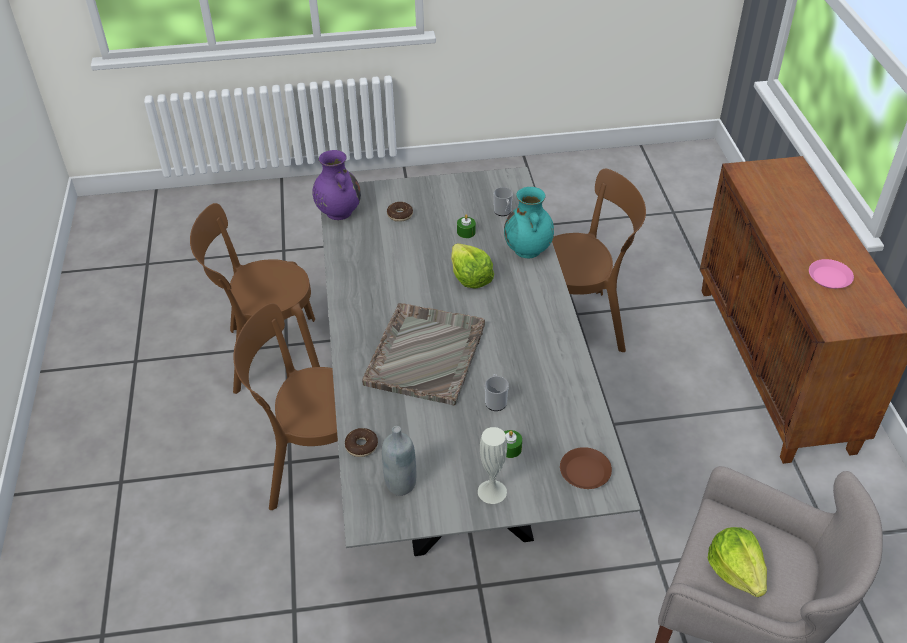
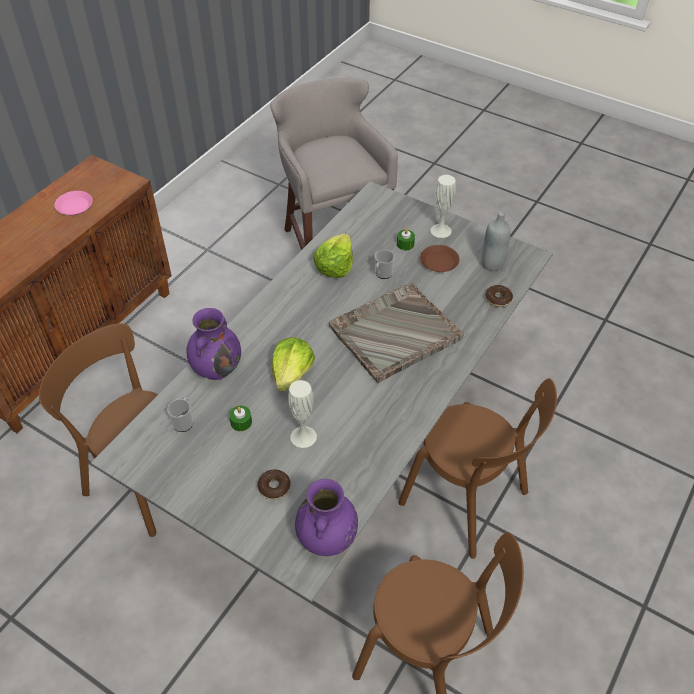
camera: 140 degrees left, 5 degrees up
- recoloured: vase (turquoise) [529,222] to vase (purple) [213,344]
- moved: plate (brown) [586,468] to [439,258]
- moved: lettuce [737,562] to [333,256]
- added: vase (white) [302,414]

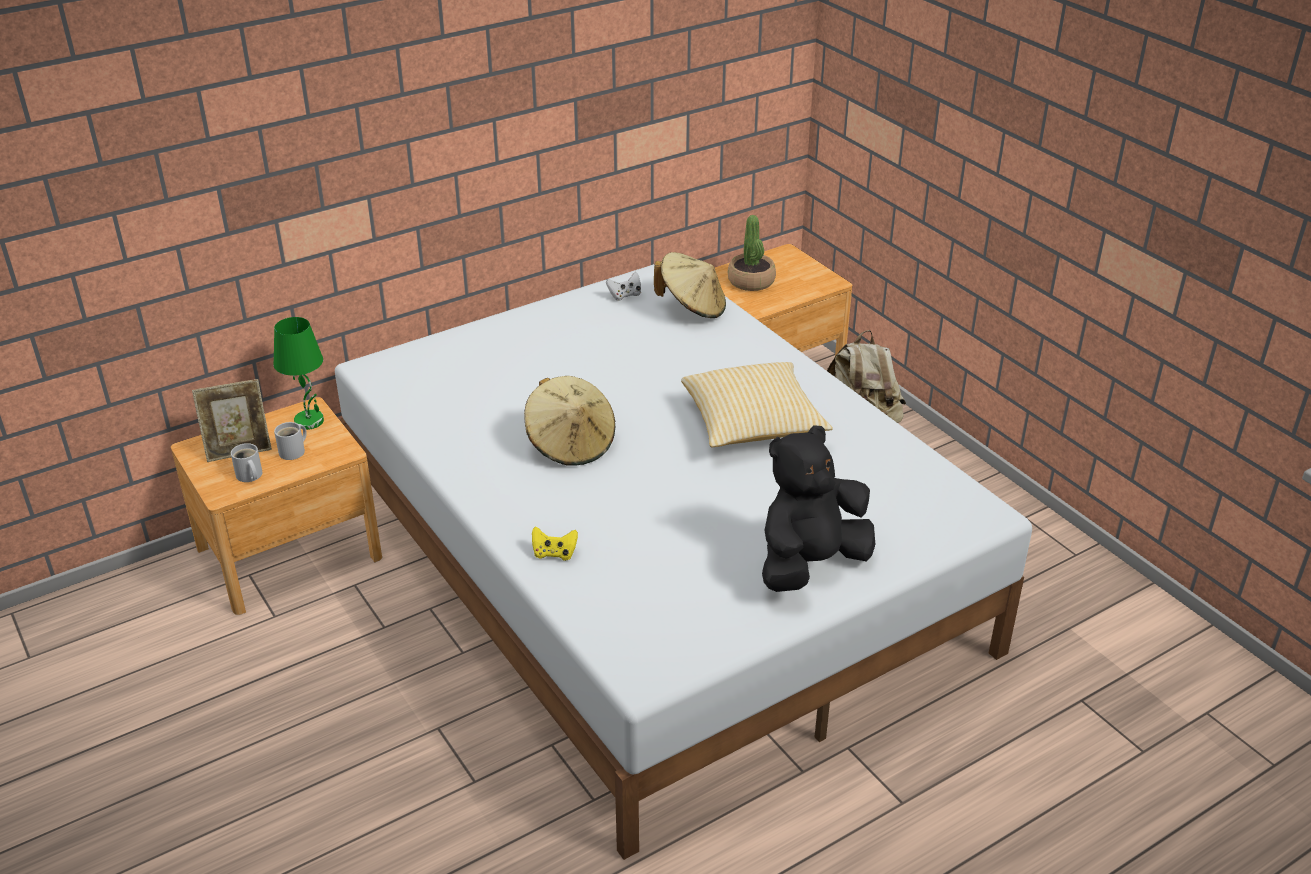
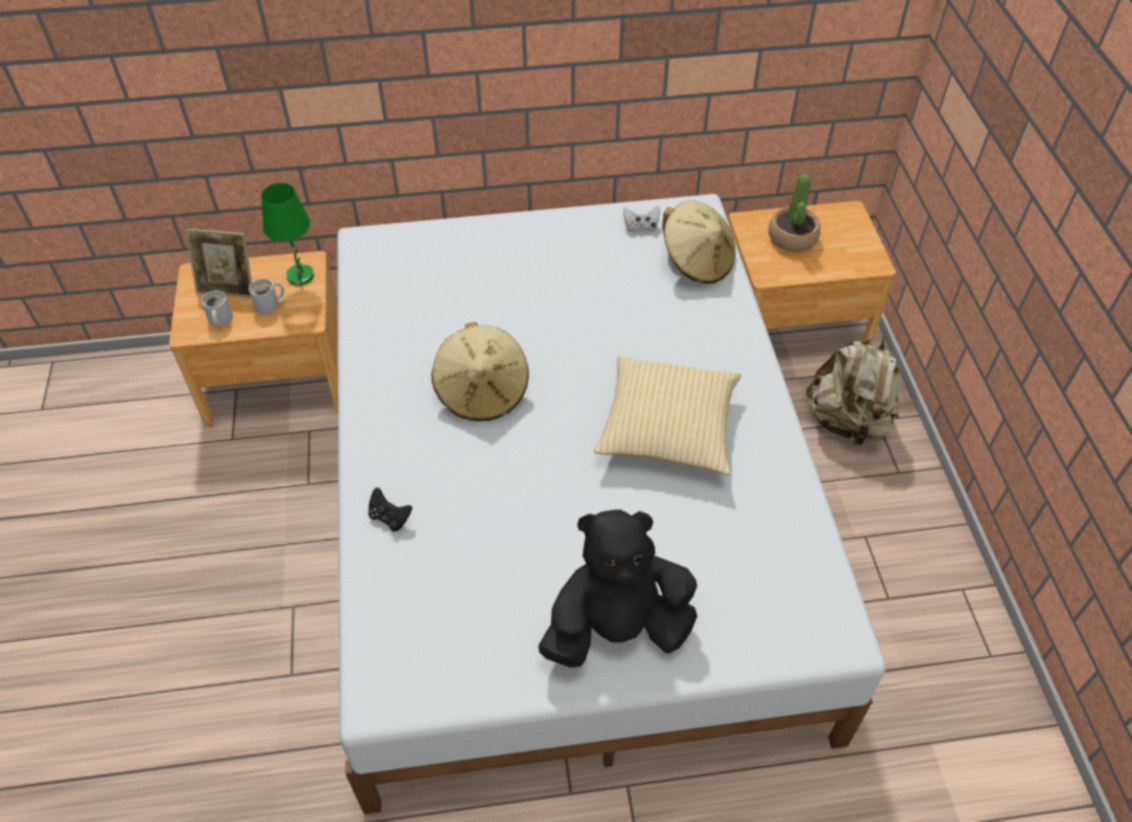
camera: 25 degrees right, 15 degrees up
- recoloured: game controller (yellow) [555,544] to game controller (black) [390,509]

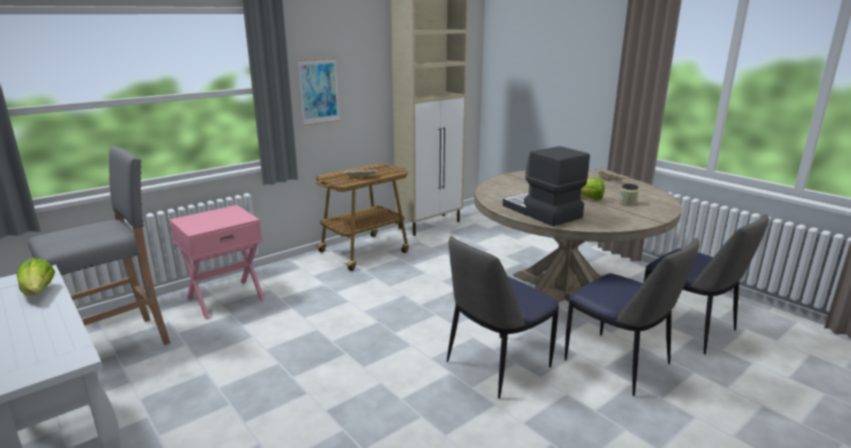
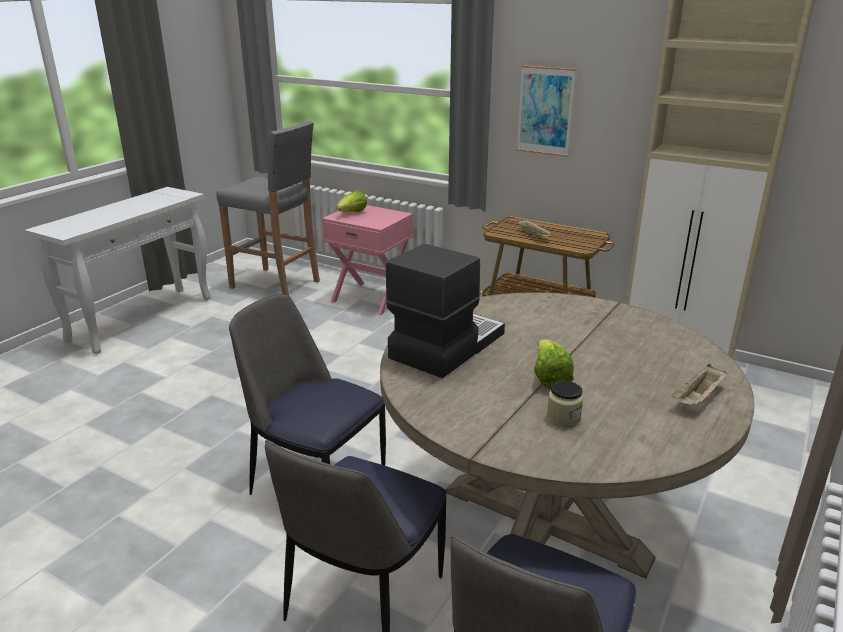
camera: 70 degrees right, 5 degrees up
- moved: lettuce [36,277] to [352,201]

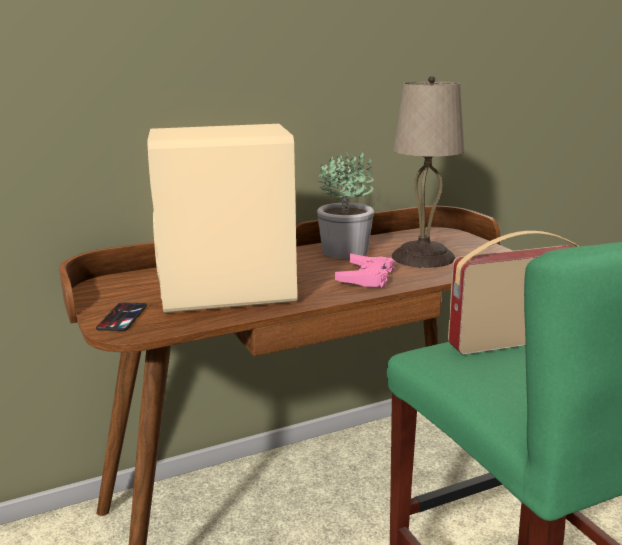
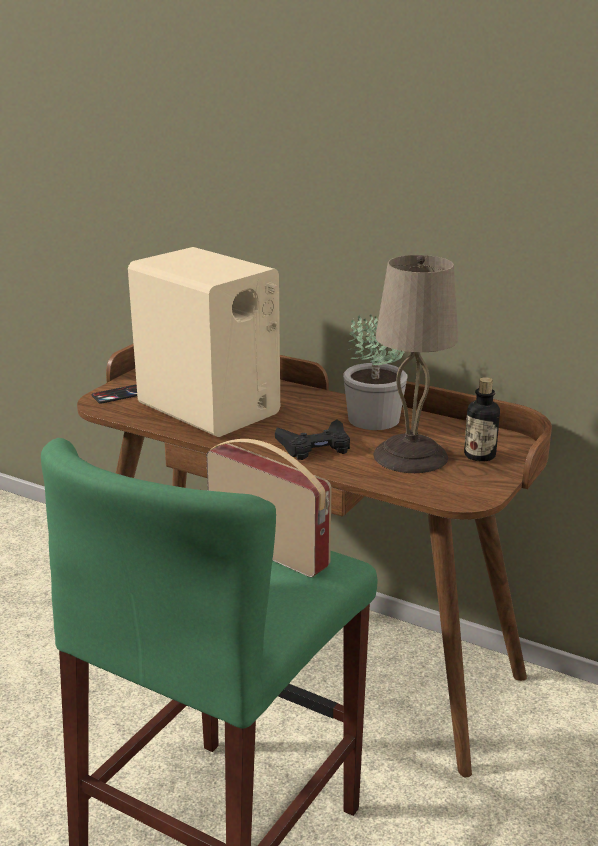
camera: 55 degrees right, 5 degrees up
- recoloured: game controller (pink) [365,270] to game controller (black) [312,439]
- added: bottle [482,419]

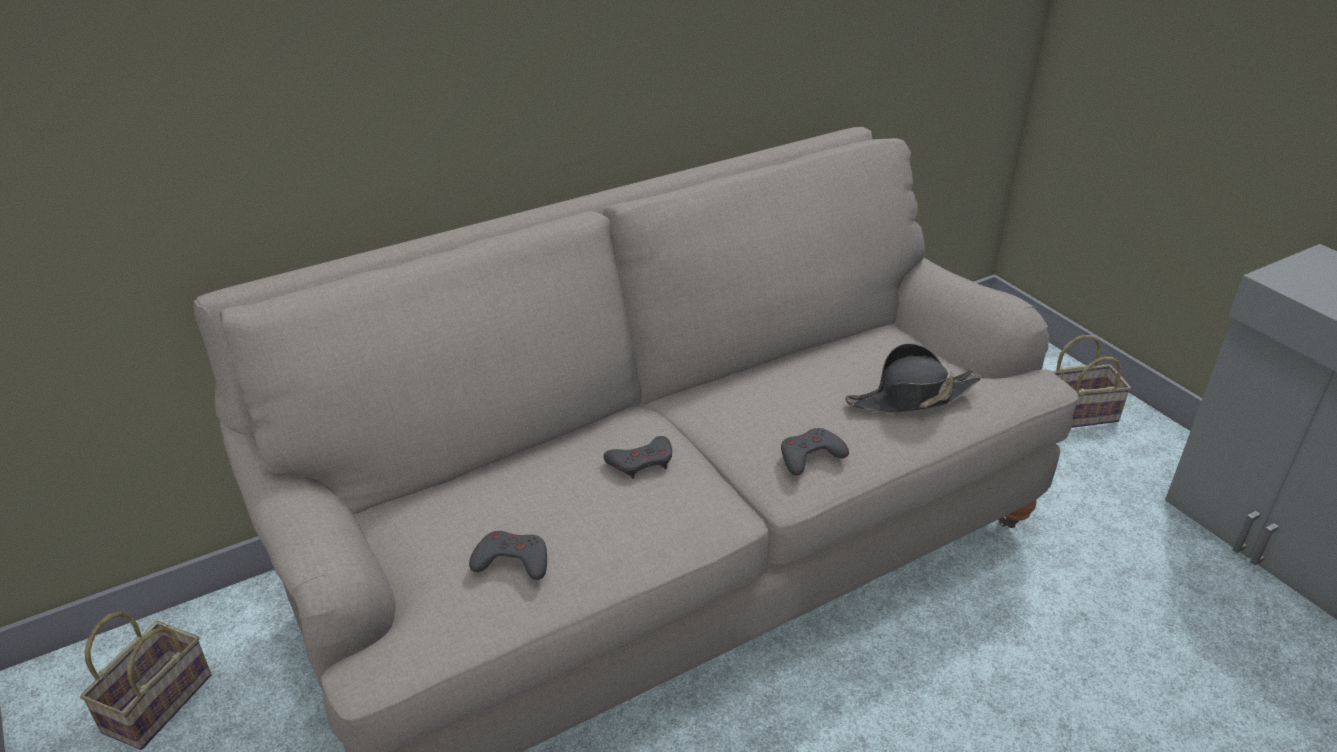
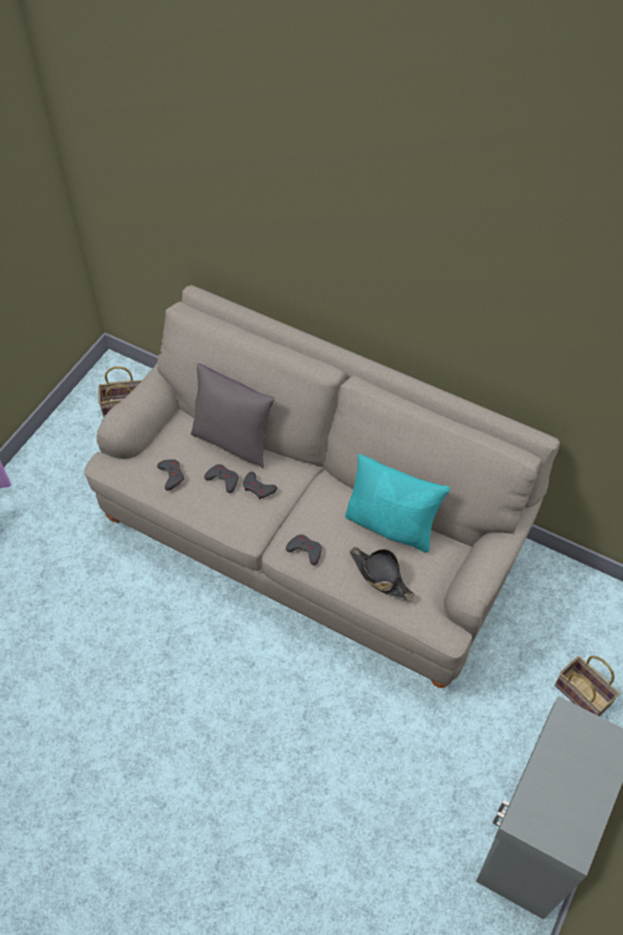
camera: 60 degrees right, 20 degrees up
- added: pillow (grey) [233,415]
- added: pillow (turquoise) [397,503]
- added: game controller (grey) [221,478]

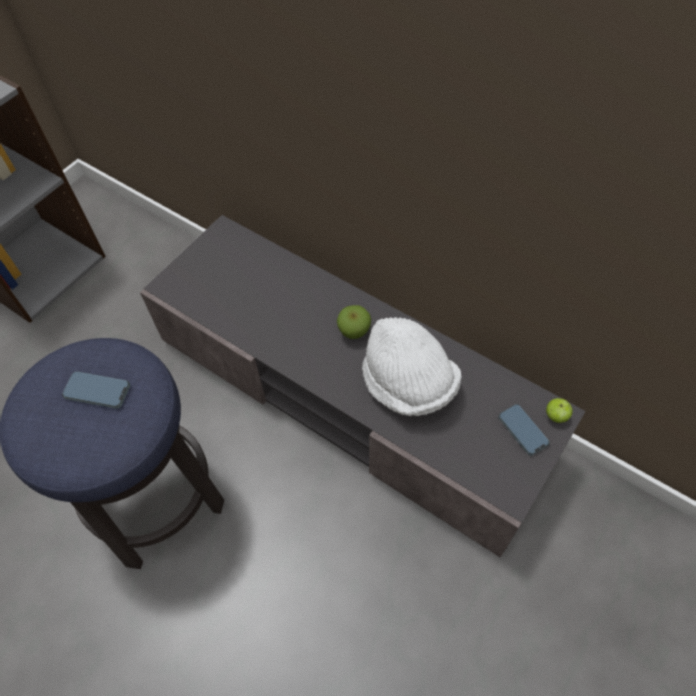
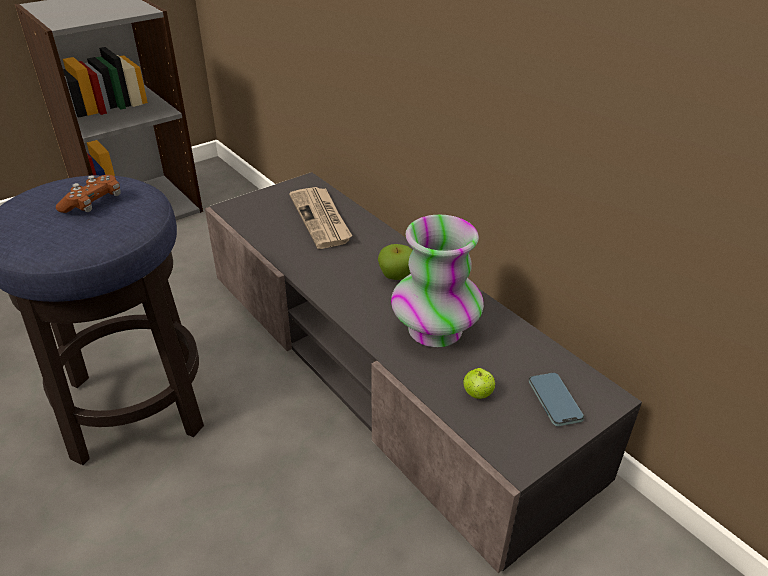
camera: 15 degrees right, 20 degrees down
- replaced: hat (white) [412,366] to vase [437,281]
- replaced: phone [96,390] to game controller (brown) [88,194]
- moved: apple [559,410] to [479,383]
- added: newspaper [320,218]

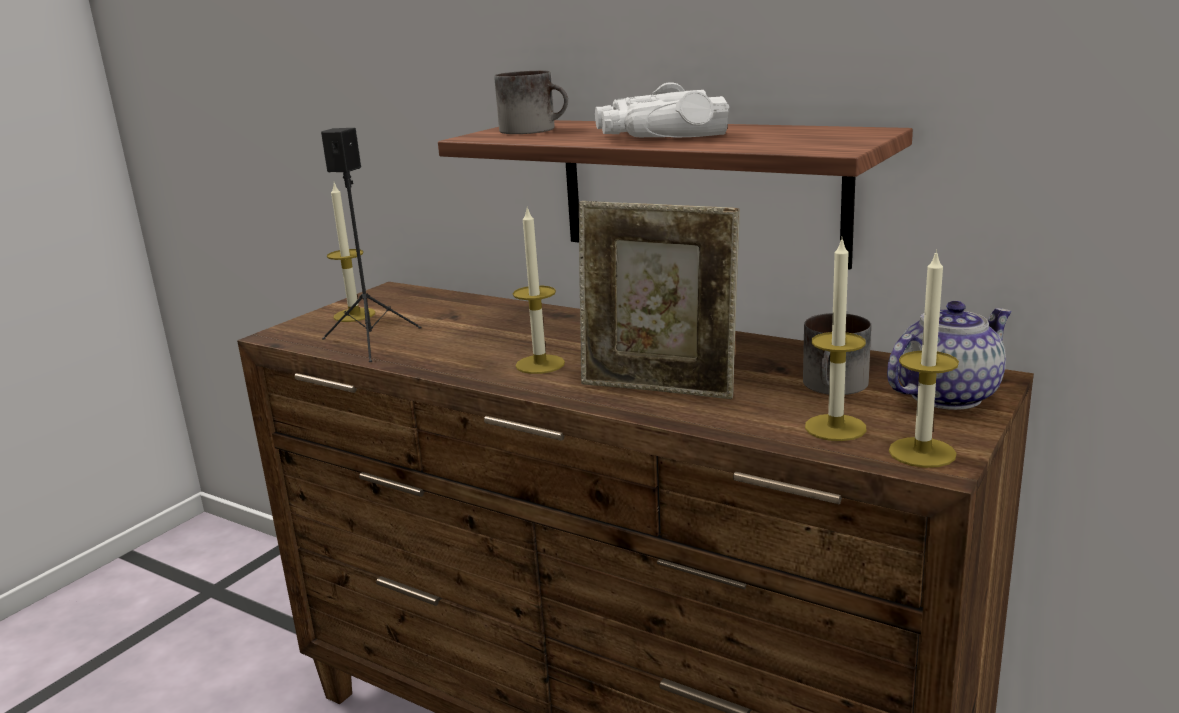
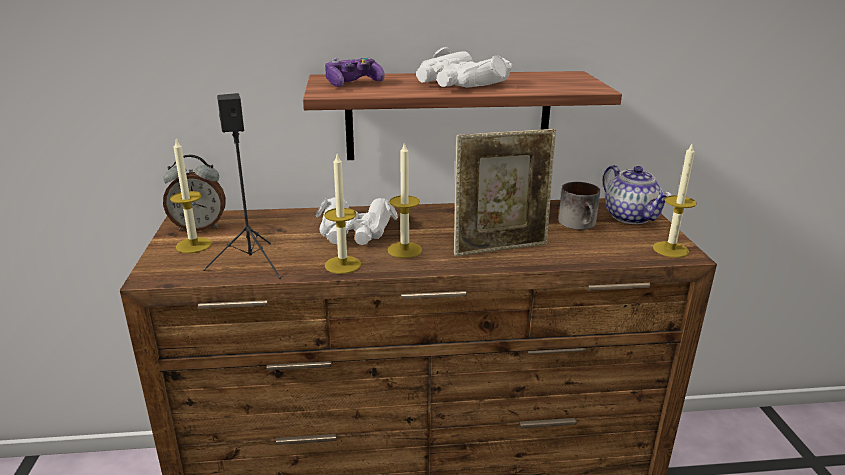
camera: 40 degrees left, 5 degrees up
- replaced: mug [531,102] to game controller [355,72]
- moved: candle [835,340] to [342,214]
- turned: teapot [949,355] = [637,194] 135 degrees clockwise
- added: alarm clock [194,193]
- added: binoculars (white) [356,221]

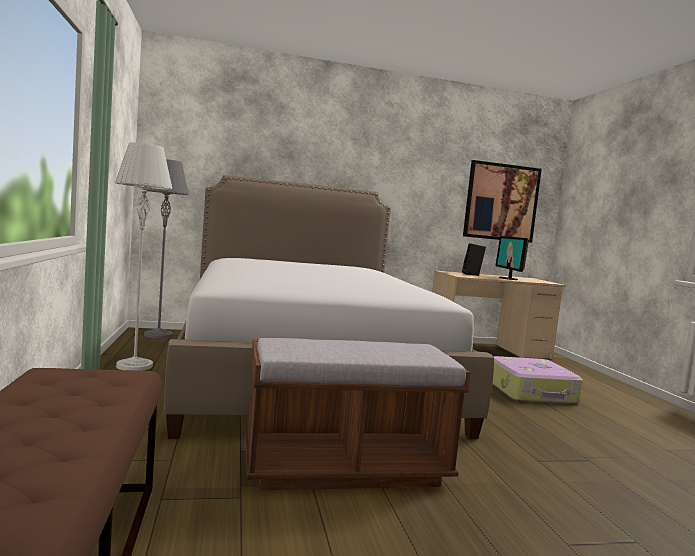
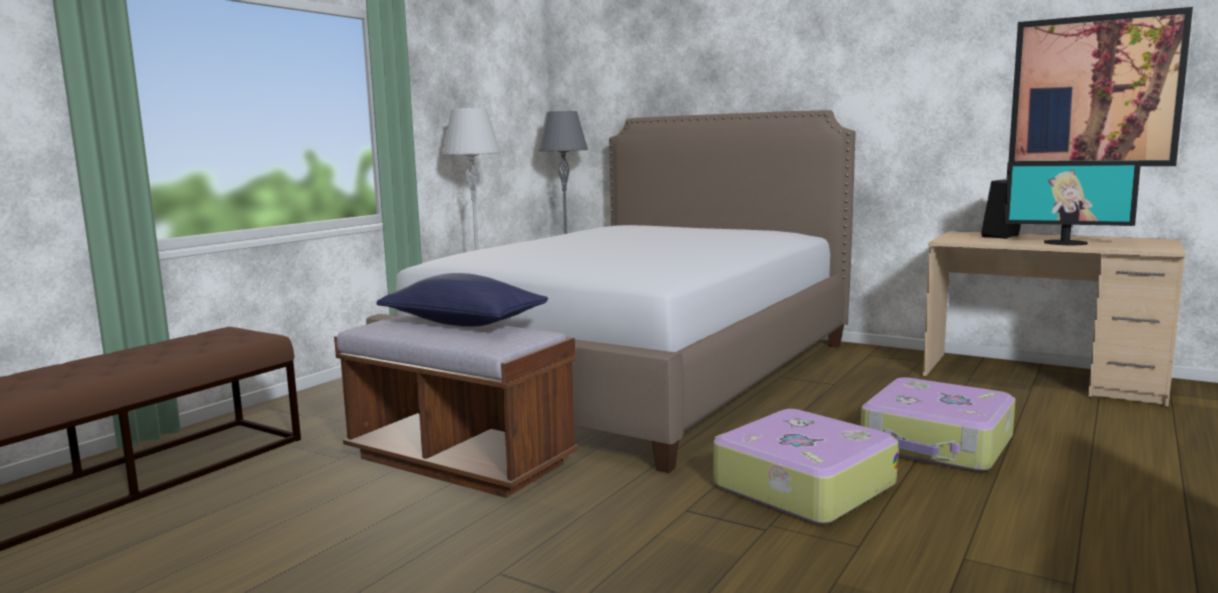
camera: 45 degrees right, 5 degrees up
- turned: monitor [512,258] = [1072,203] 105 degrees counterclockwise
- added: pillow (blue) [462,300]
- added: suitcase [805,466]

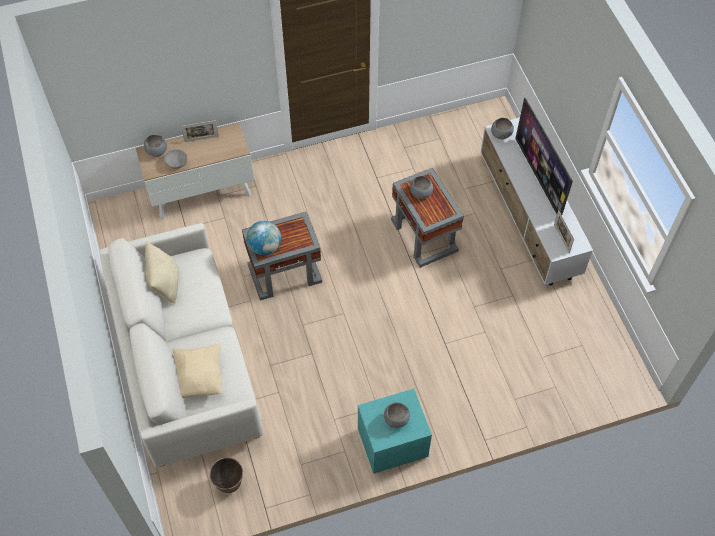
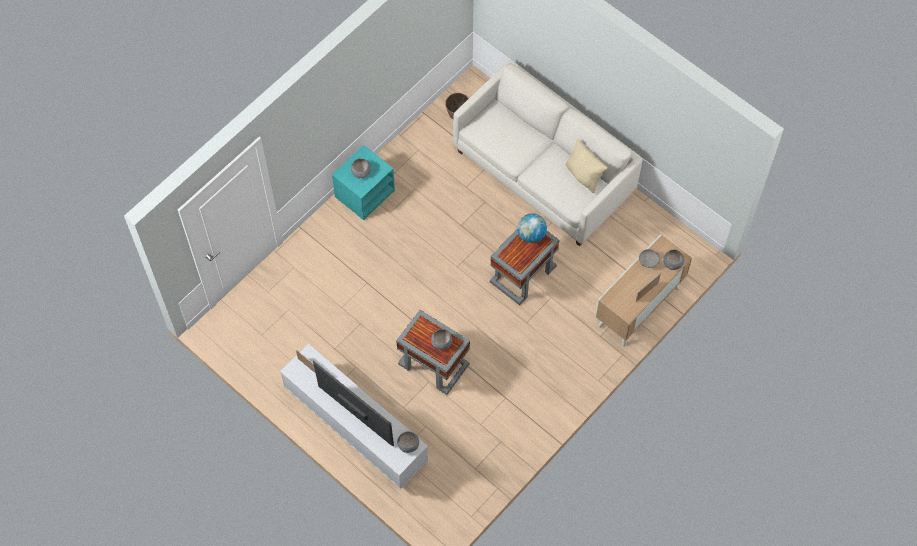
camera: 150 degrees right, 5 degrees up
- removed: pillow (beige) [197,371]

